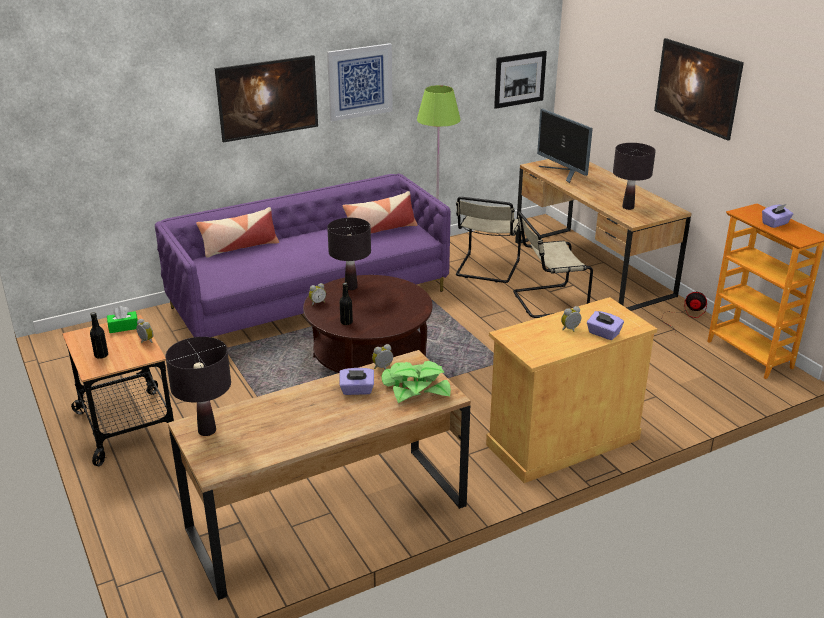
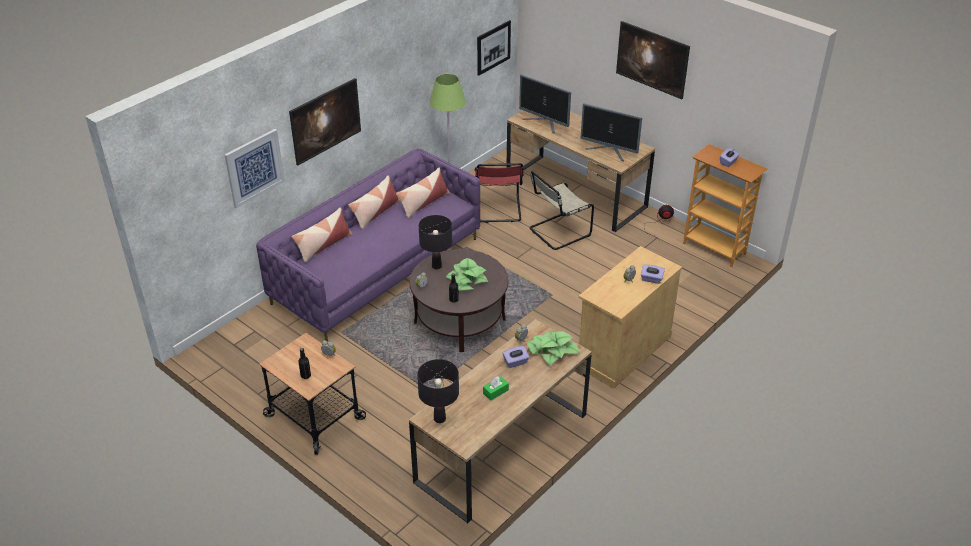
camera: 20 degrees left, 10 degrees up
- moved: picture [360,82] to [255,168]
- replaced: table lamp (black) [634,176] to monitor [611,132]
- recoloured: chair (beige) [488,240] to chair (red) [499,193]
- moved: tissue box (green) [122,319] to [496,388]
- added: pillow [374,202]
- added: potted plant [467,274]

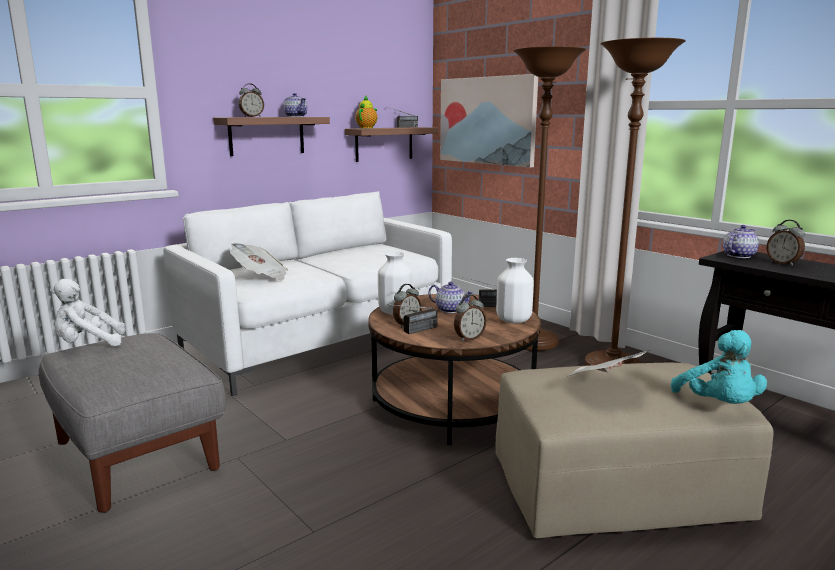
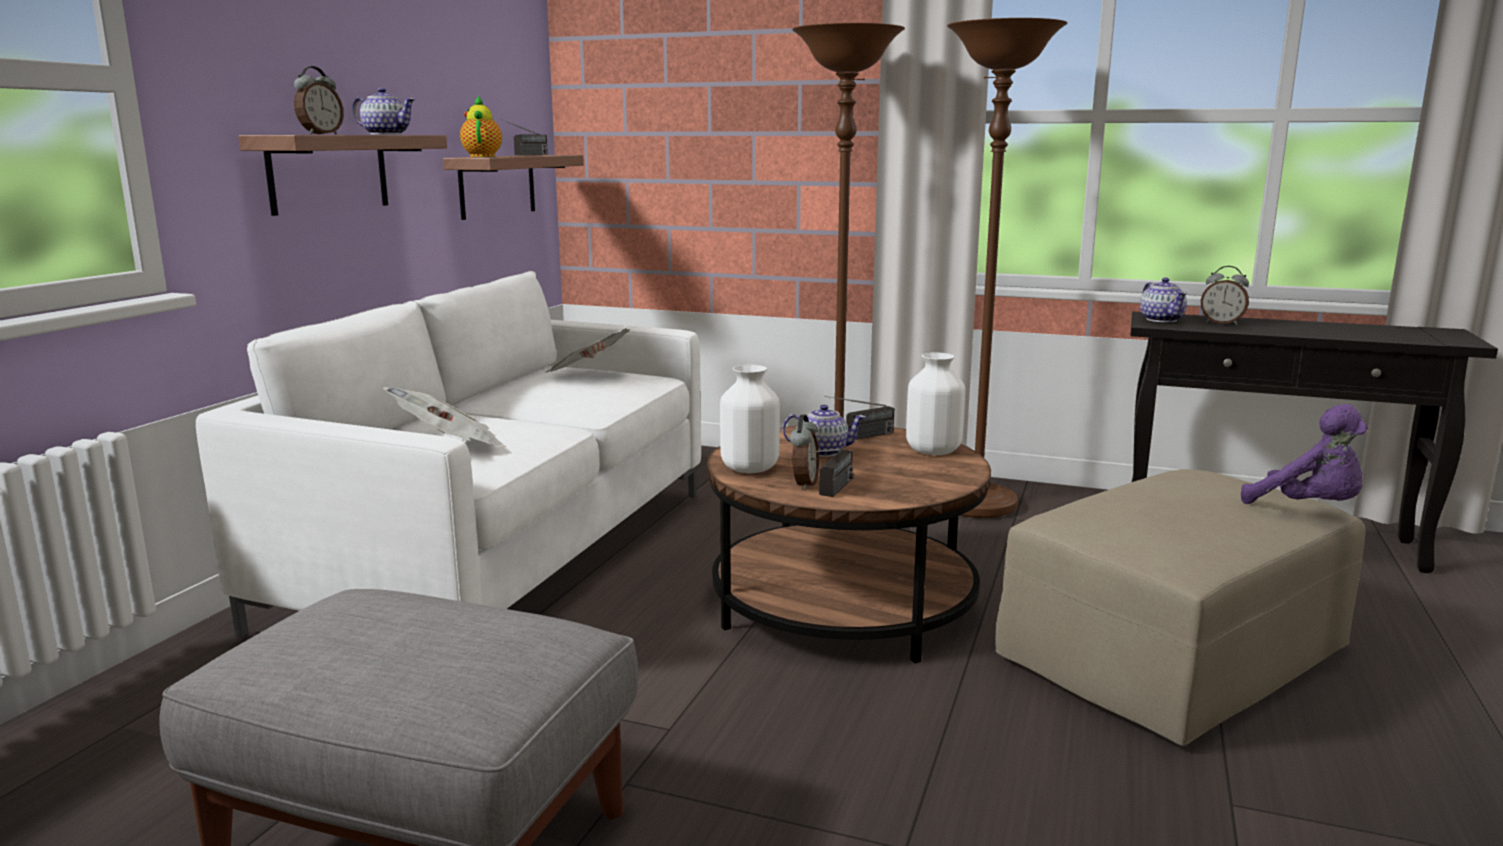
camera: 30 degrees left, 0 degrees up
- removed: picture [489,121]
- turned: teapot [741,241] = [1163,300] 150 degrees clockwise
- removed: plush toy (white) [87,313]
- removed: alarm clock [470,318]
- recoloured: plush toy (turquoise) [719,367] to plush toy (purple) [1304,454]
- moved: newspaper [605,364] to [588,350]

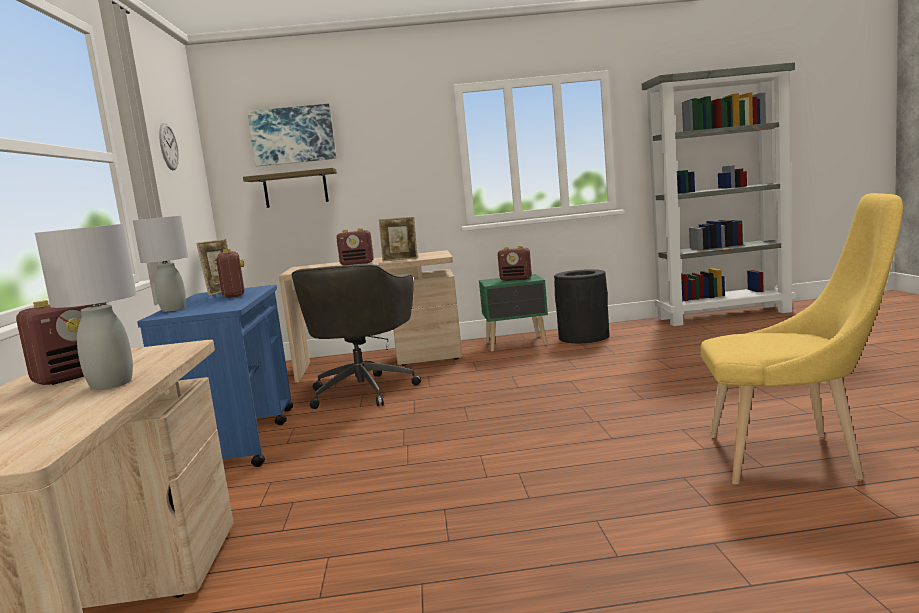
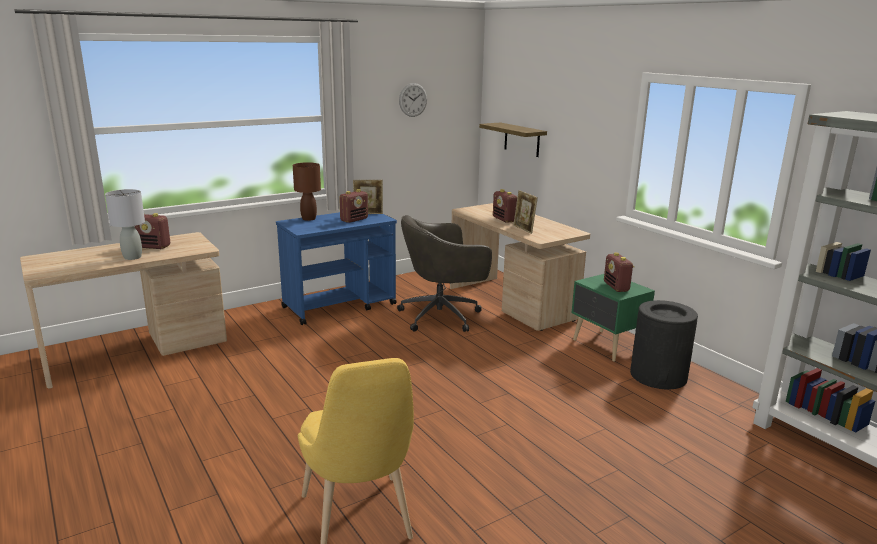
camera: 60 degrees right, 10 degrees up
- removed: picture [291,135]
- recoloured: table lamp (grey) [160,264] to table lamp (brown) [307,191]

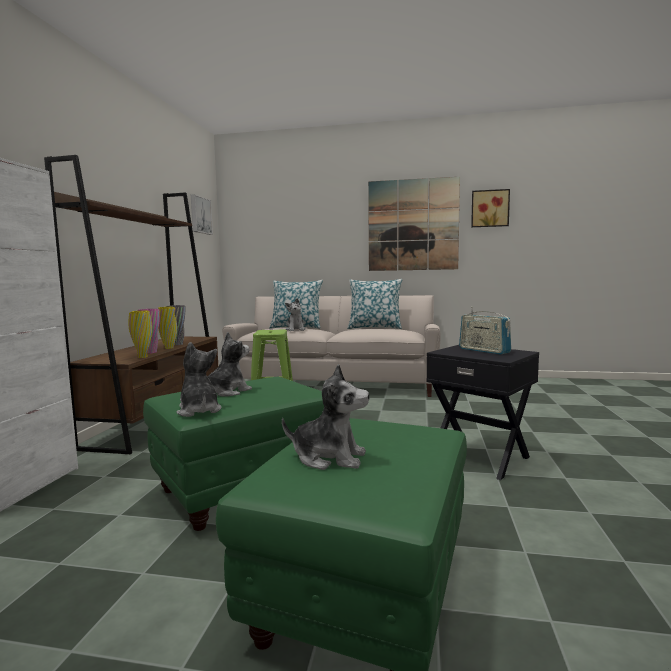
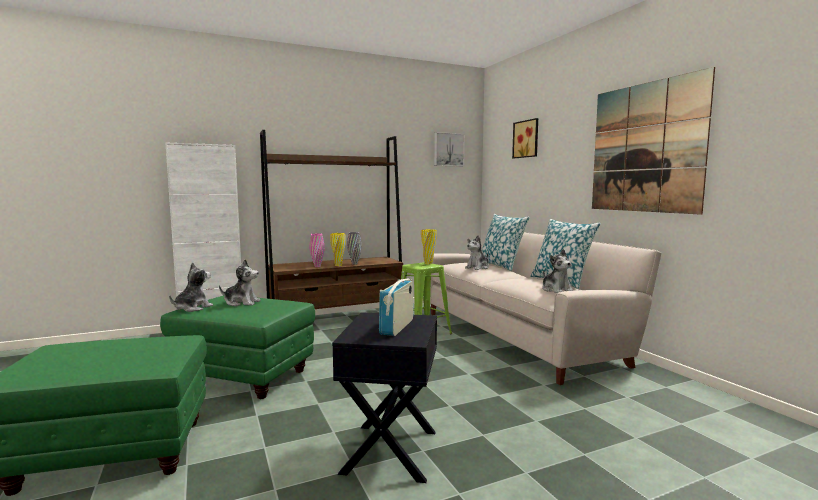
camera: 55 degrees right, 0 degrees up
- moved: picture [490,208] to [525,138]
- moved: vase (yellow) [140,334] to [429,247]
- moved: plush toy [326,417] to [558,271]

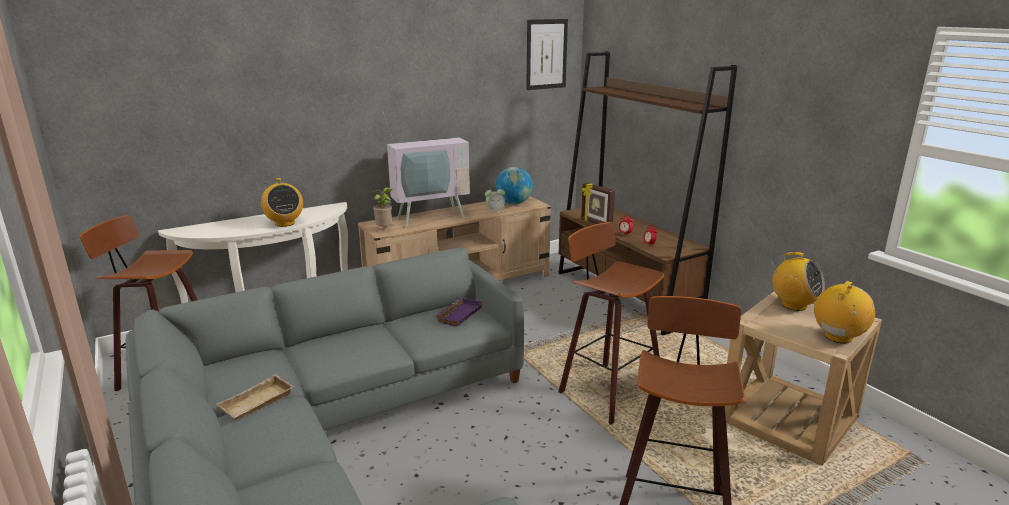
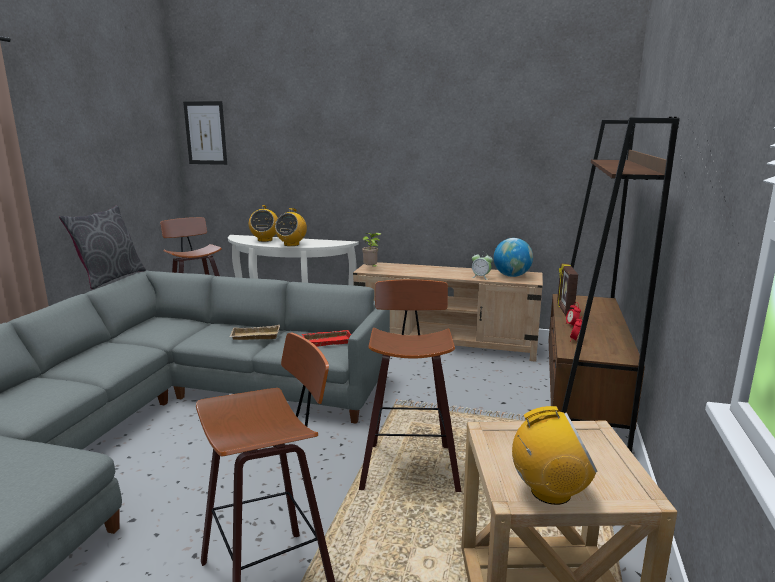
camera: 45 degrees right, 5 degrees down
- moved: picture [547,54] to [205,133]
- removed: television [426,169]
- moved: radio [798,281] to [263,223]
- recoloured: tray (purple) [458,312] to tray (red) [326,338]
- moved: tray (beige) [255,397] to [254,332]
- added: pillow (grey) [102,247]

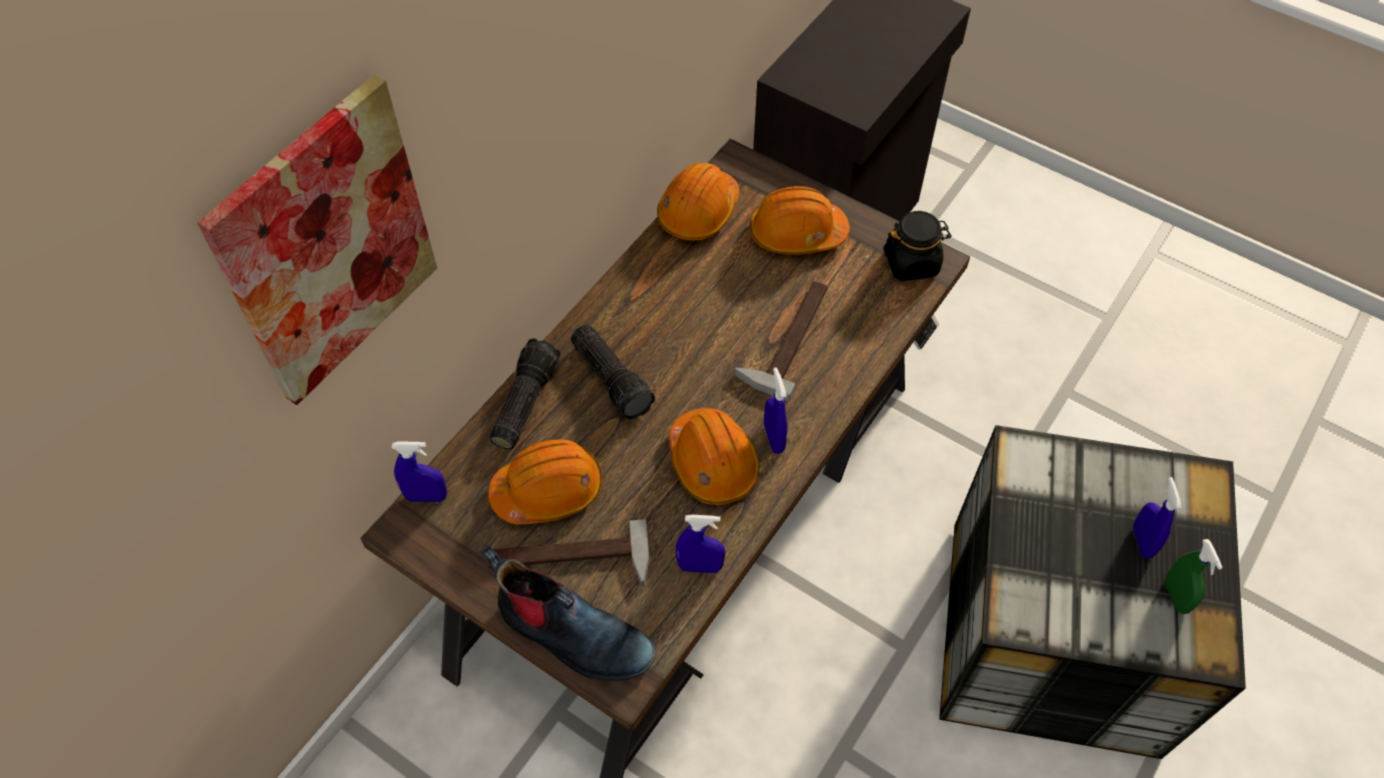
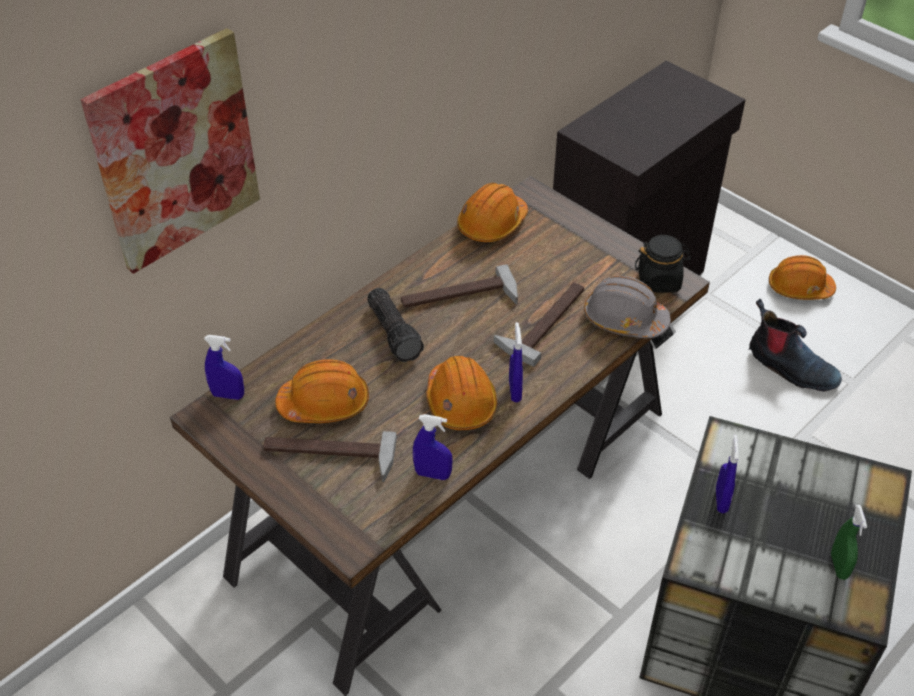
camera: 10 degrees right, 10 degrees down
- moved: hard hat (orange) [800,220] to [802,277]
- removed: flashlight [525,394]
- moved: spray bottle (blue) [1157,517] to [727,474]
- moved: boot [568,613] to [795,345]
- added: hammer [459,286]
- added: hard hat (grey) [627,307]

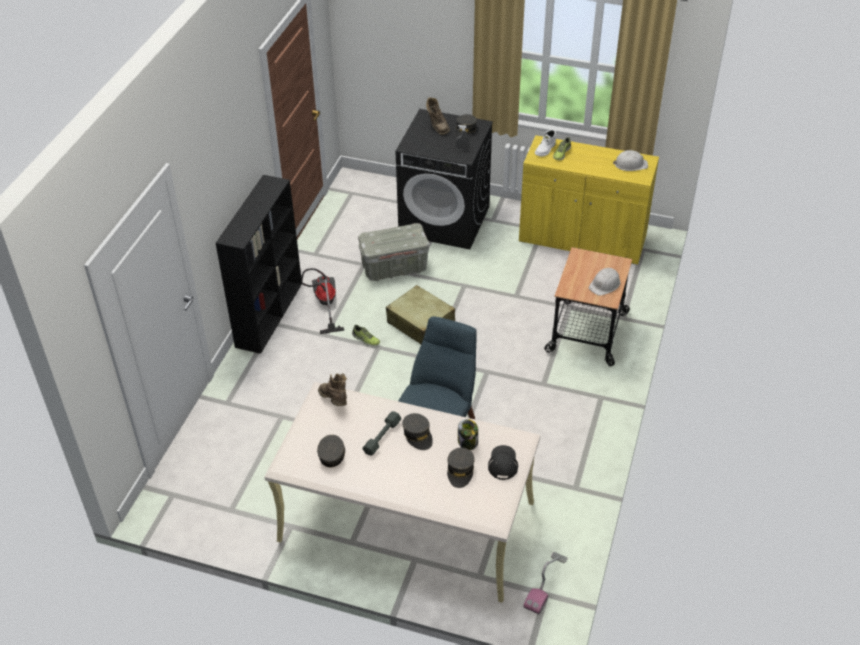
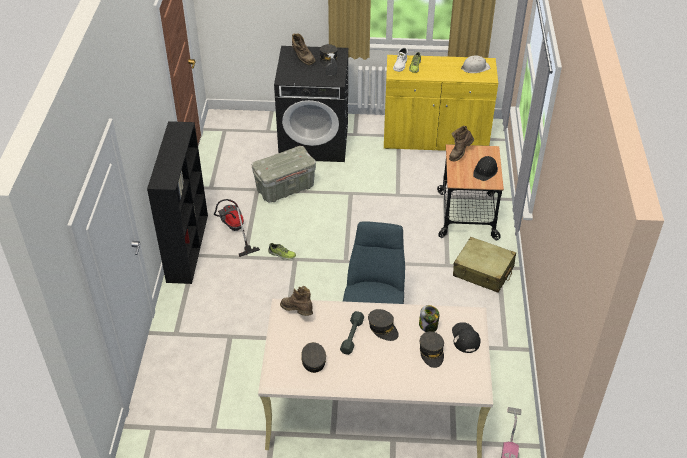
camera: 15 degrees left, 0 degrees up
- recoloured: hard hat (white) [604,282] to hard hat (black) [485,168]
- moved: suitcase (beige) [420,314] to [484,265]
- added: boot (brown) [461,143]

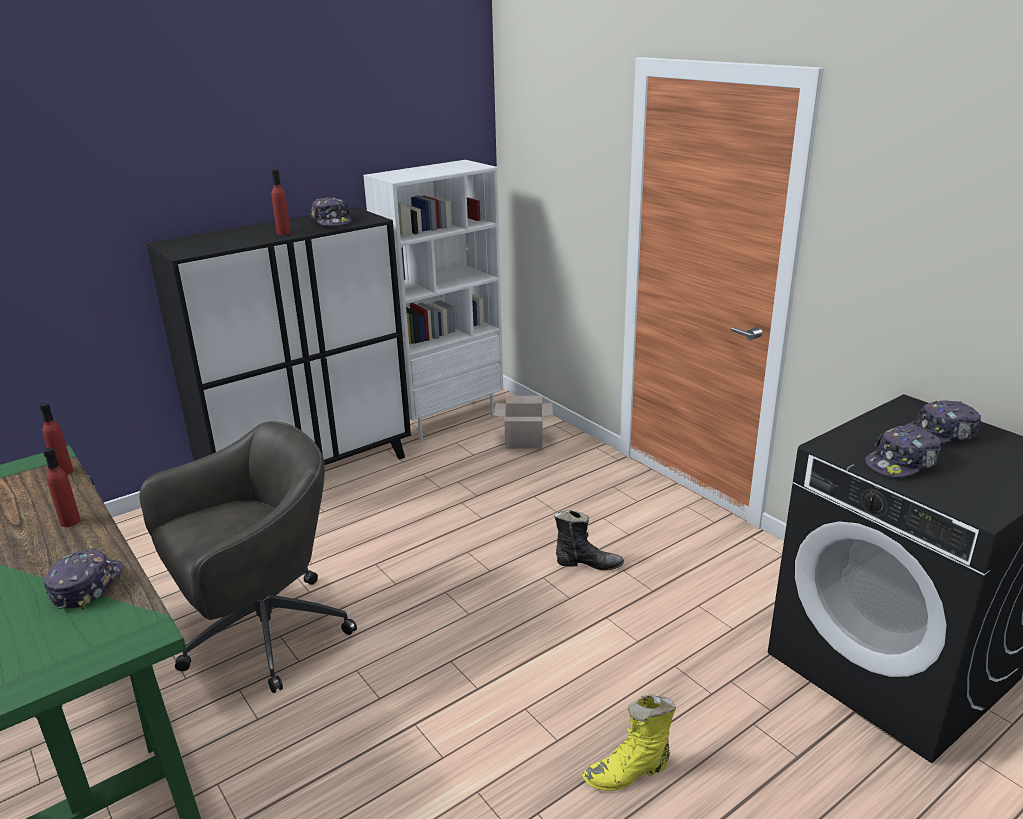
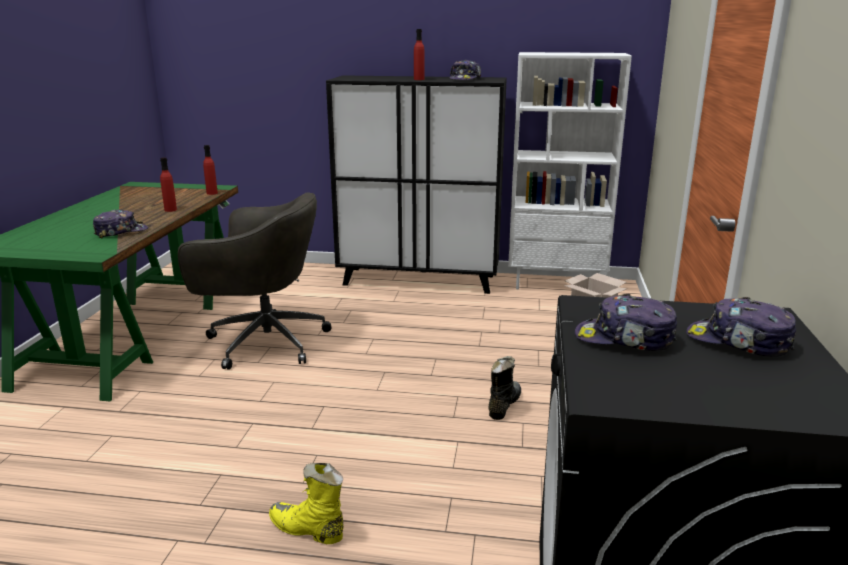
camera: 45 degrees right, 5 degrees down
- turned: boot (black) [589,540] = [504,388] 120 degrees counterclockwise

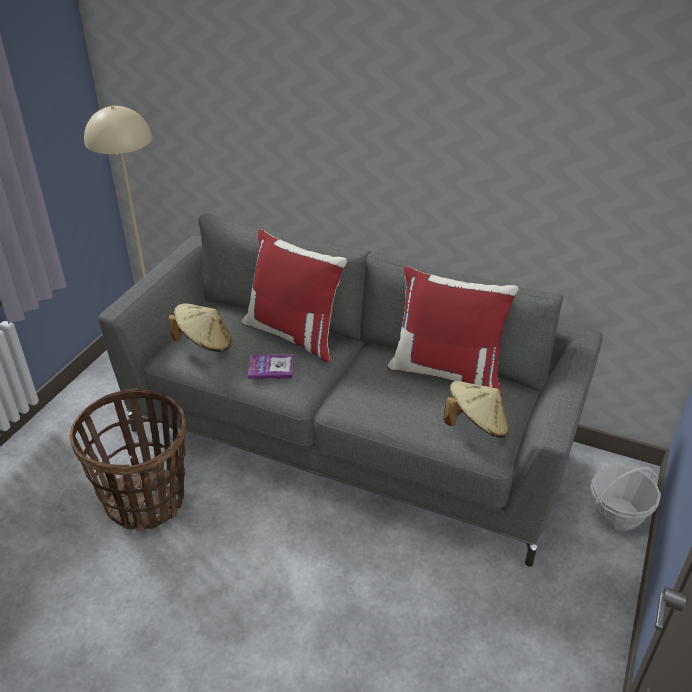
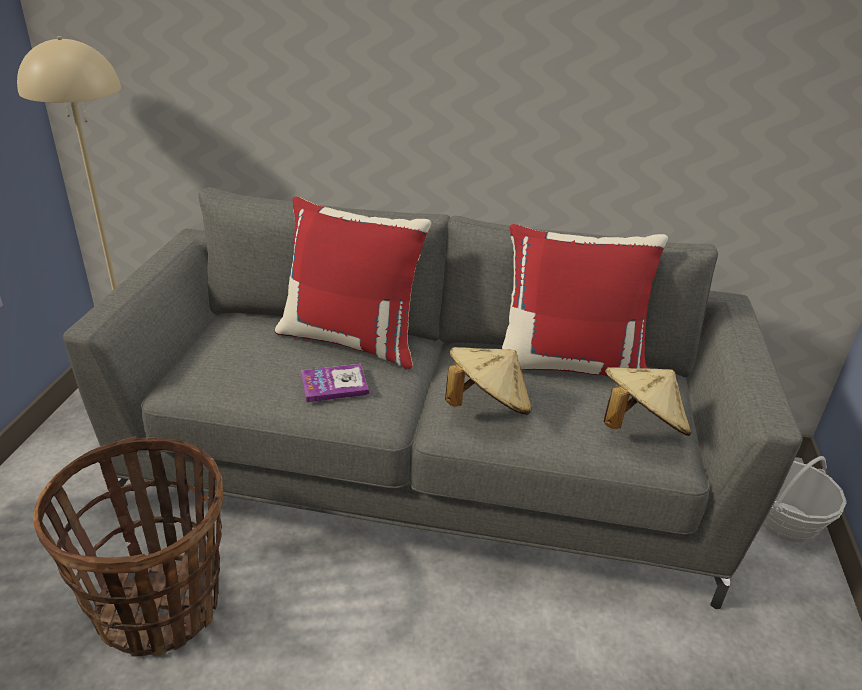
camera: 15 degrees left, 5 degrees down
- moved: hat (beige) [199,327] to [488,381]

